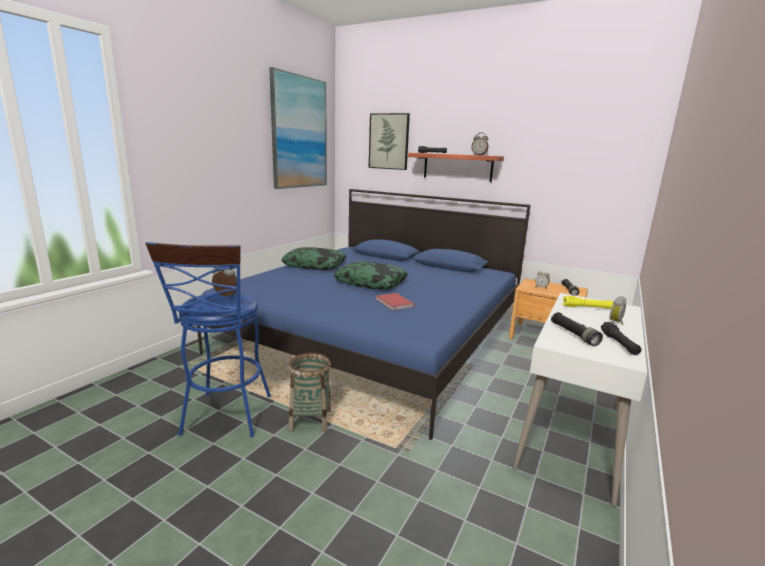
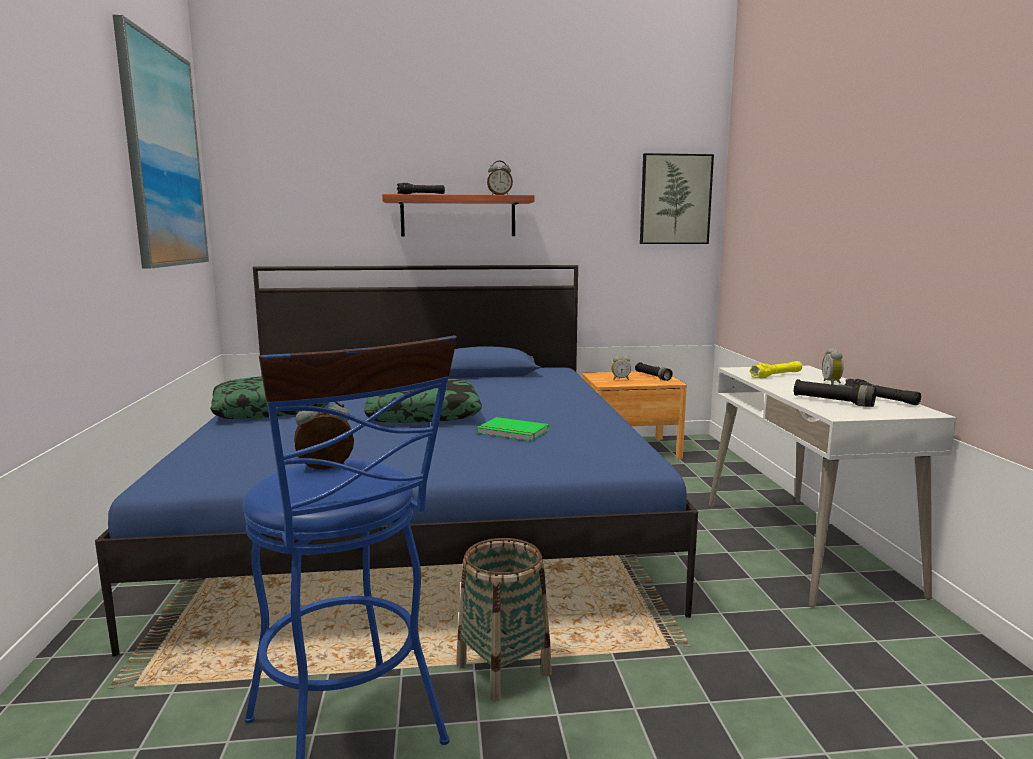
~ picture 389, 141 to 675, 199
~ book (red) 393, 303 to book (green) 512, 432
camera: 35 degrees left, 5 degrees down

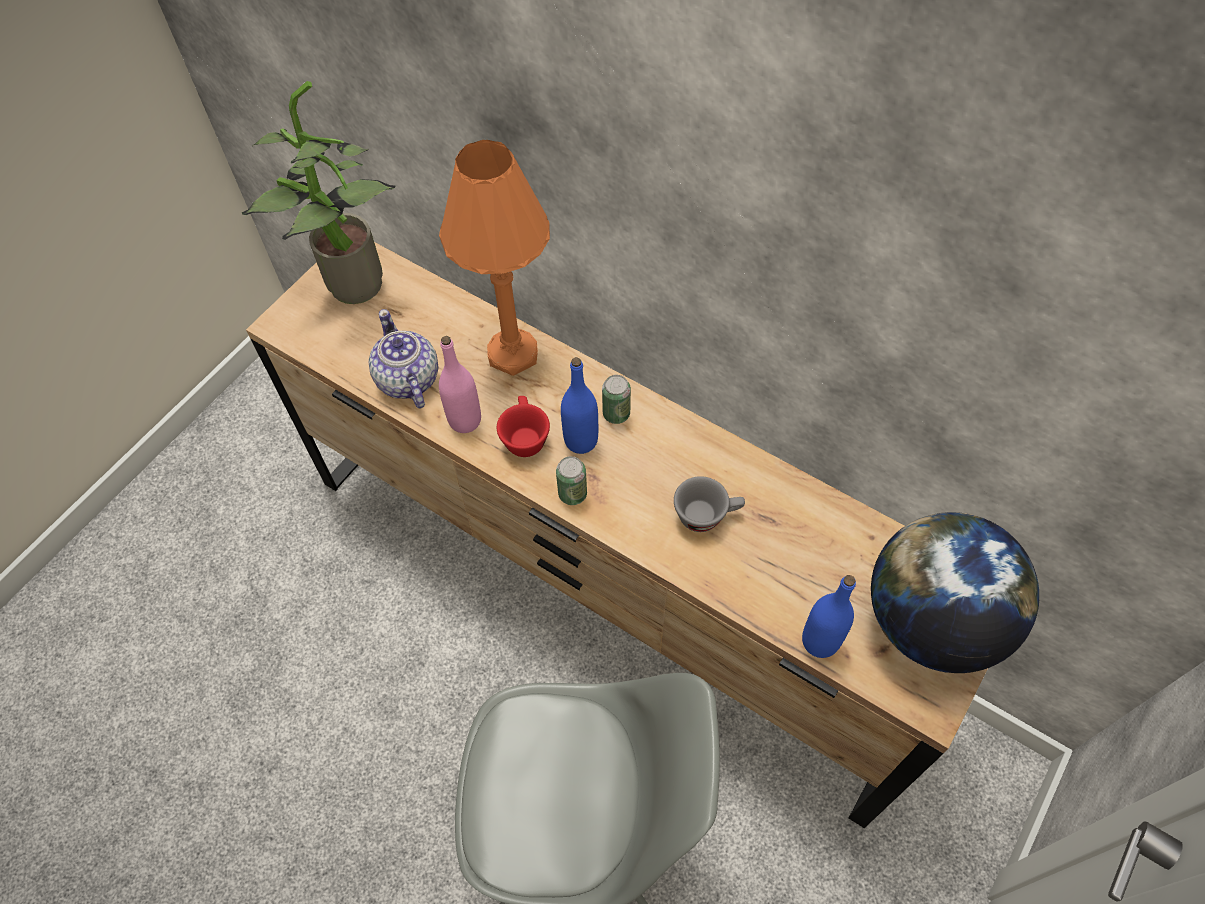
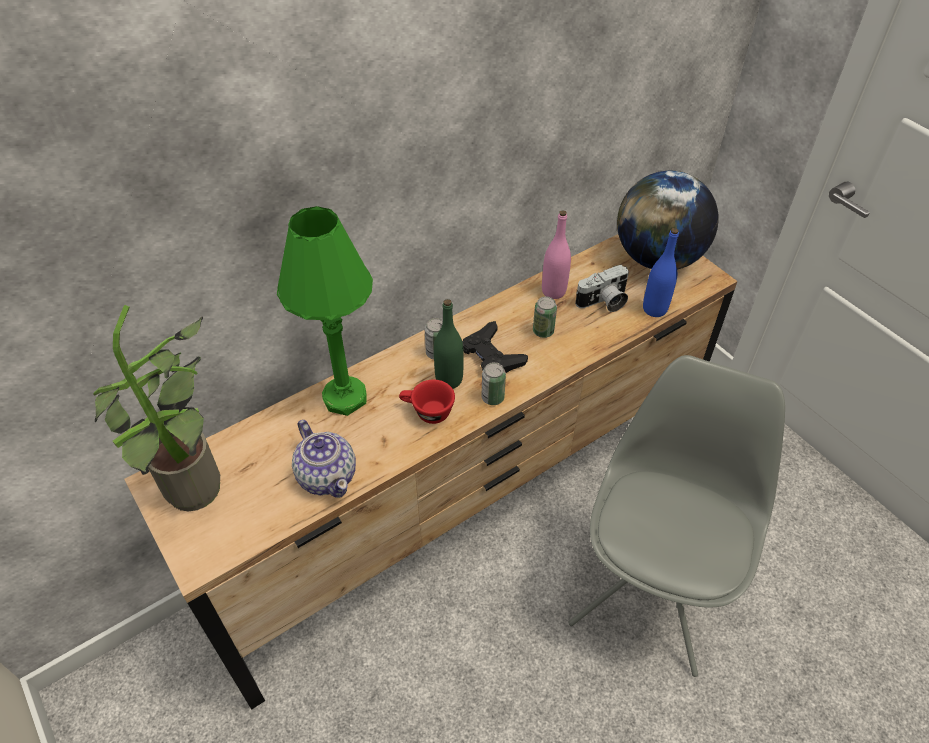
+ game controller (black) 492, 355
+ photo camera 603, 302
~ bottle (pink) 465, 420 to 553, 291
~ cup (grey) 707, 514 to can 543, 331
~ table lamp (orange) 513, 354 to table lamp (green) 345, 398
~ bottle (blue) 581, 440 to bottle (green) 449, 379
~ teapot 407, 380 = 327, 475 120 degrees counterclockwise
camera: 70 degrees left, 10 degrees down

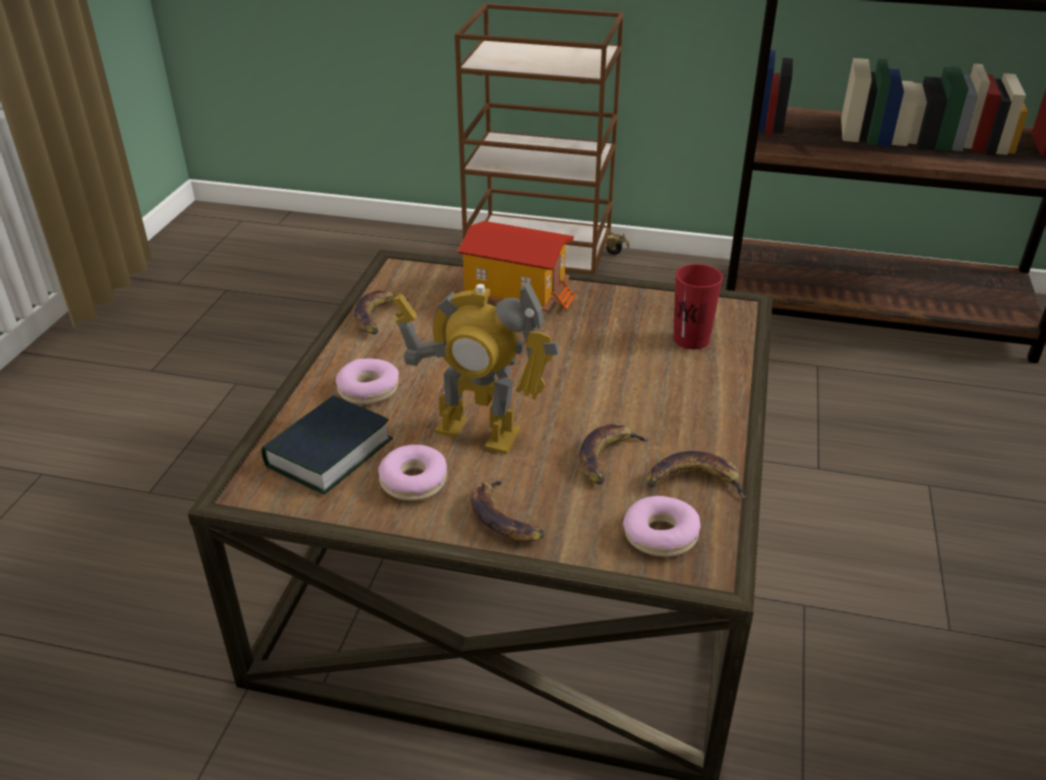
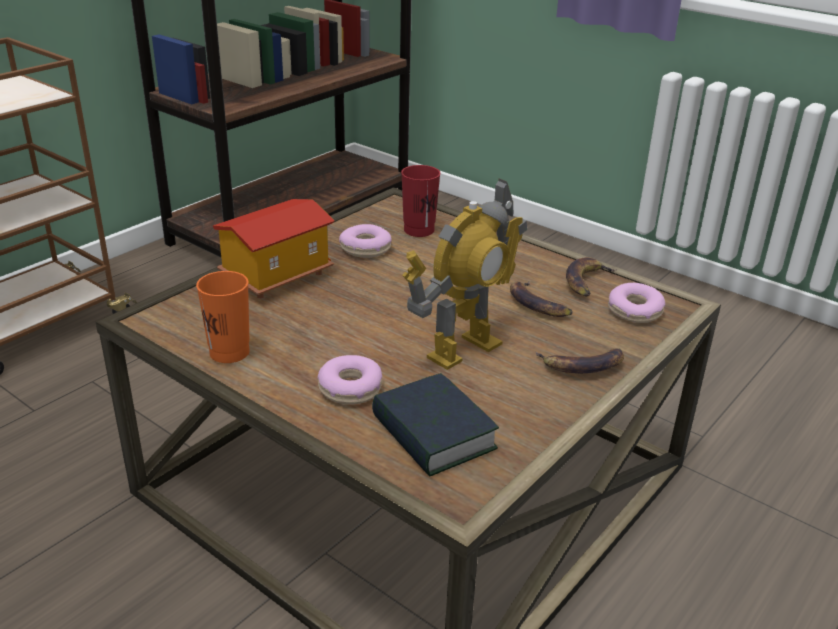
~ donut 414, 481 to 365, 248
~ banana 378, 316 to cup (orange) 229, 352
camera: 65 degrees left, 5 degrees down

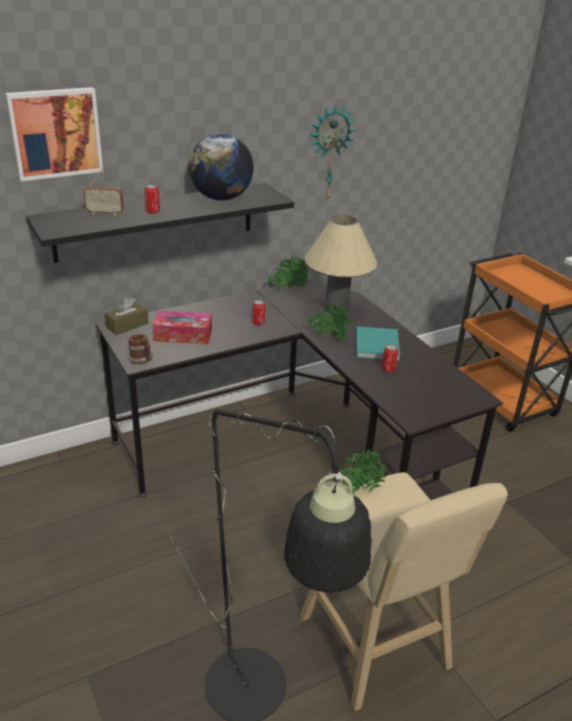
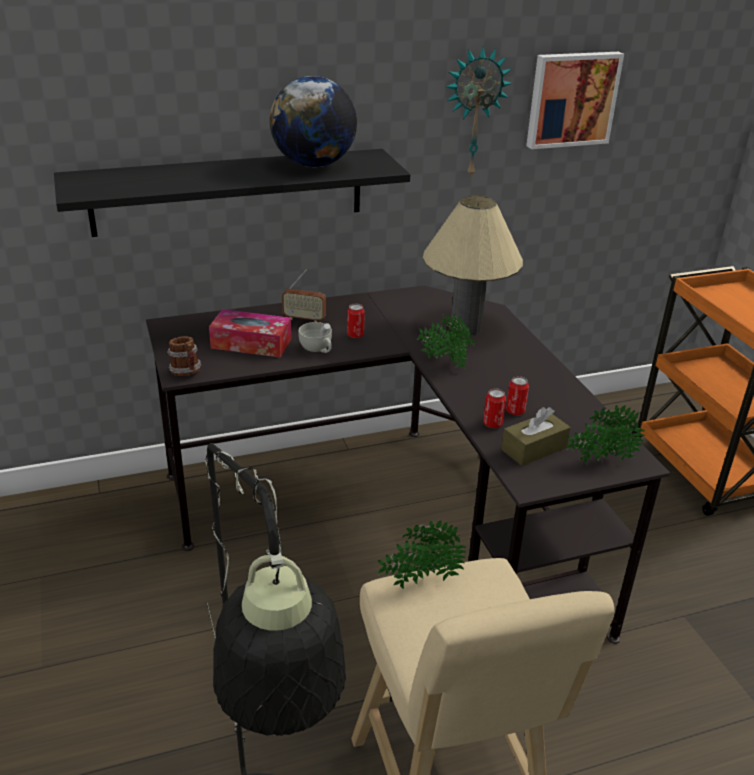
- book (turquoise) 377, 344
+ cup (white) 317, 349
~ picture 55, 133 to 571, 99
~ radio 105, 213 to 304, 319
~ tissue box (brown) 127, 325 to 534, 449
~ can 152, 212 to 492, 424
~ potted plant 287, 289 to 599, 460
camera: 10 degrees right, 0 degrees up

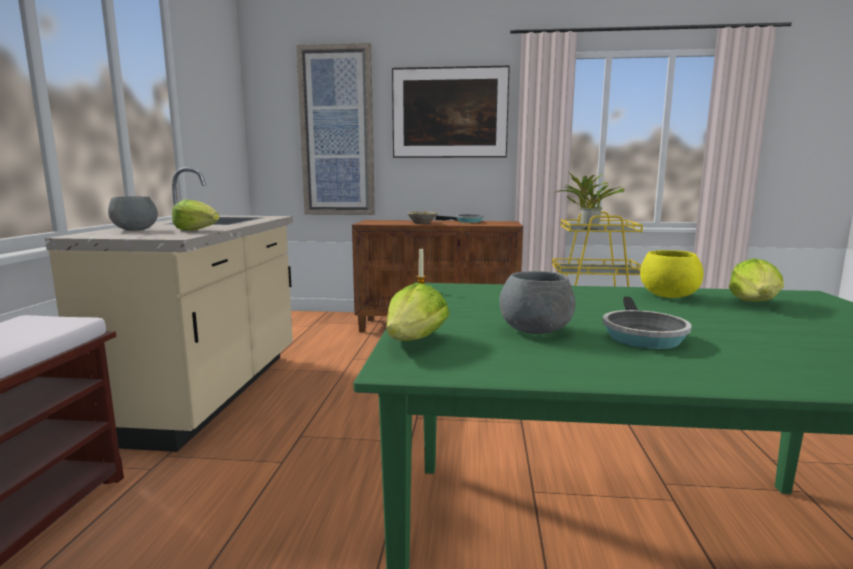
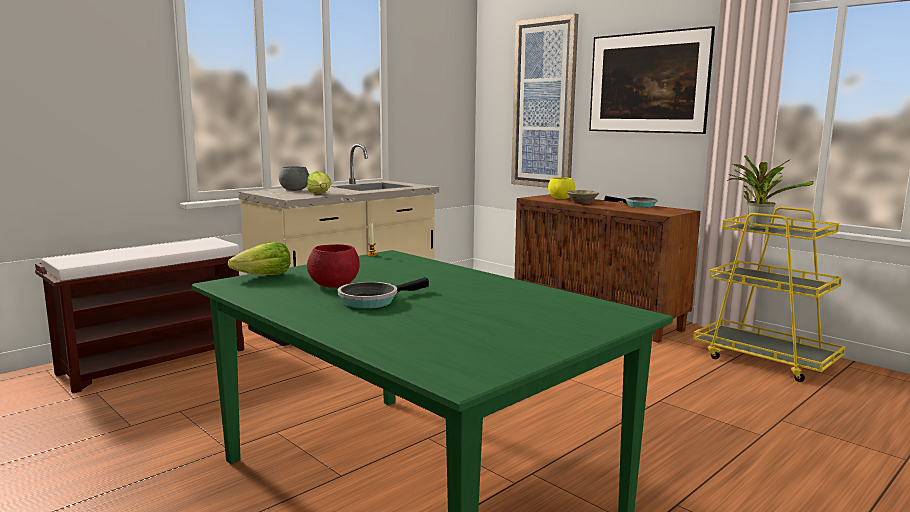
- lettuce 756, 303
~ bowl (yellow) 668, 296 to 561, 198
~ bowl (grey) 536, 331 to bowl (red) 333, 286
camera: 40 degrees right, 0 degrees up

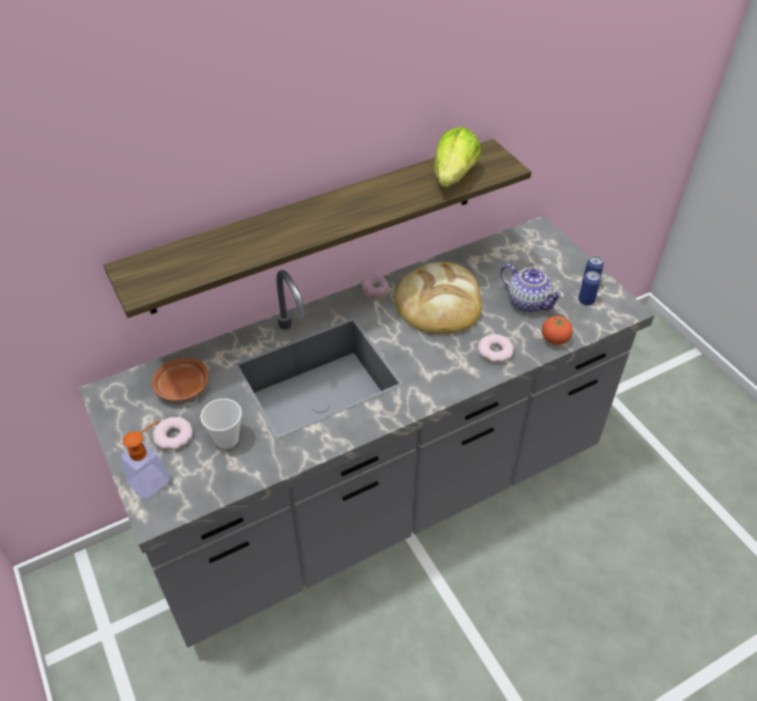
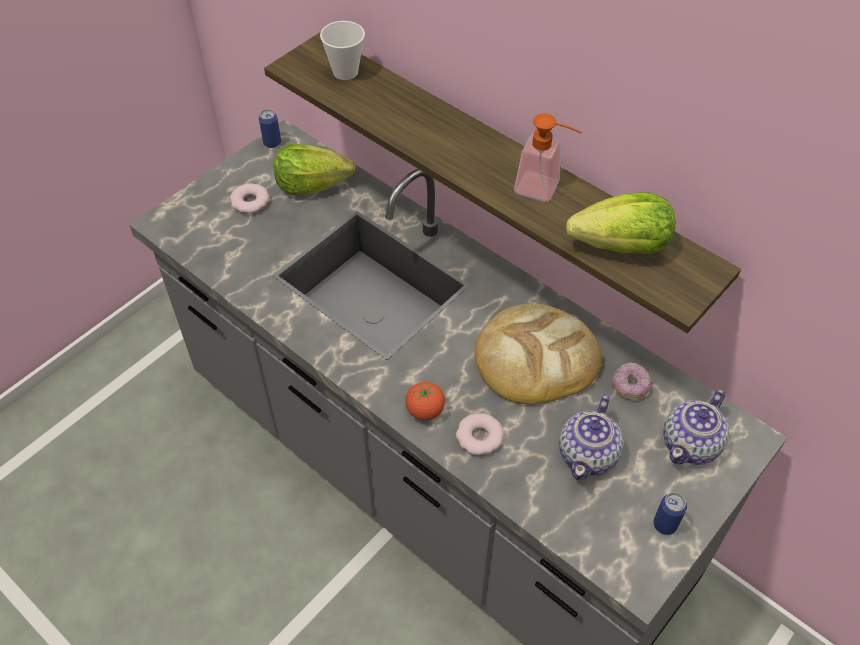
+ teapot 691, 444
~ soap dispenser 155, 477 to 544, 189
~ cup 227, 439 to 345, 72
~ donut 375, 292 to 629, 386
~ tomato 554, 339 to 425, 410
~ can 586, 300 to 272, 143
~ plate (brown) 182, 387 to lettuce 311, 185
camera: 70 degrees right, 5 degrees up

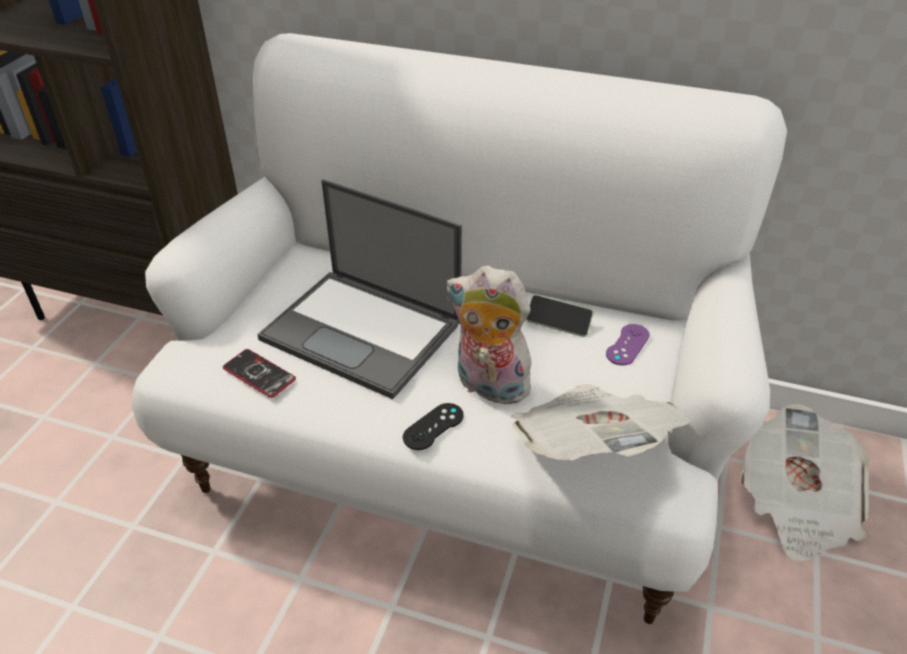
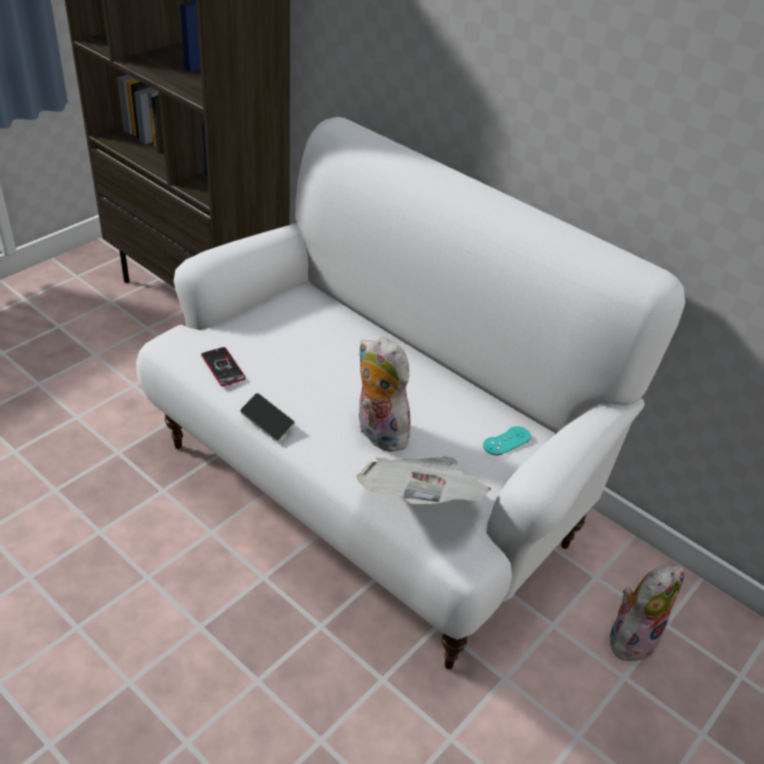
- laptop 364, 331
- game controller (black) 433, 426
~ phone 558, 323 to 267, 423
~ newspaper 796, 505 to plush toy 632, 636
~ game controller (purple) 627, 344 to game controller (turquoise) 506, 441
camera: 20 degrees right, 0 degrees up

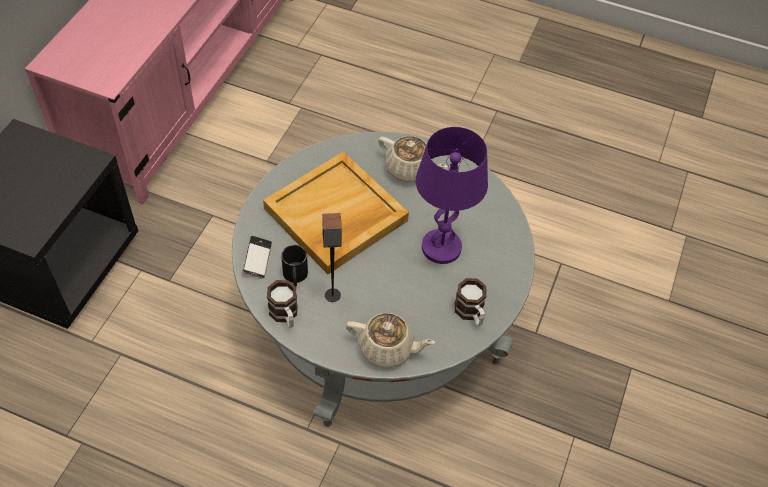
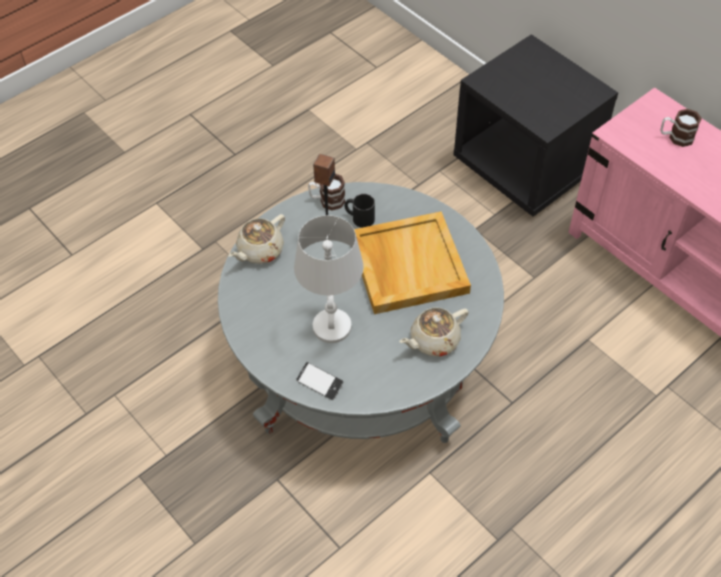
~ phone 257, 259 to 319, 383
~ mug 471, 313 to 676, 137
~ table lamp (purple) 441, 248 to table lamp (white) 331, 326
camera: 120 degrees right, 0 degrees up

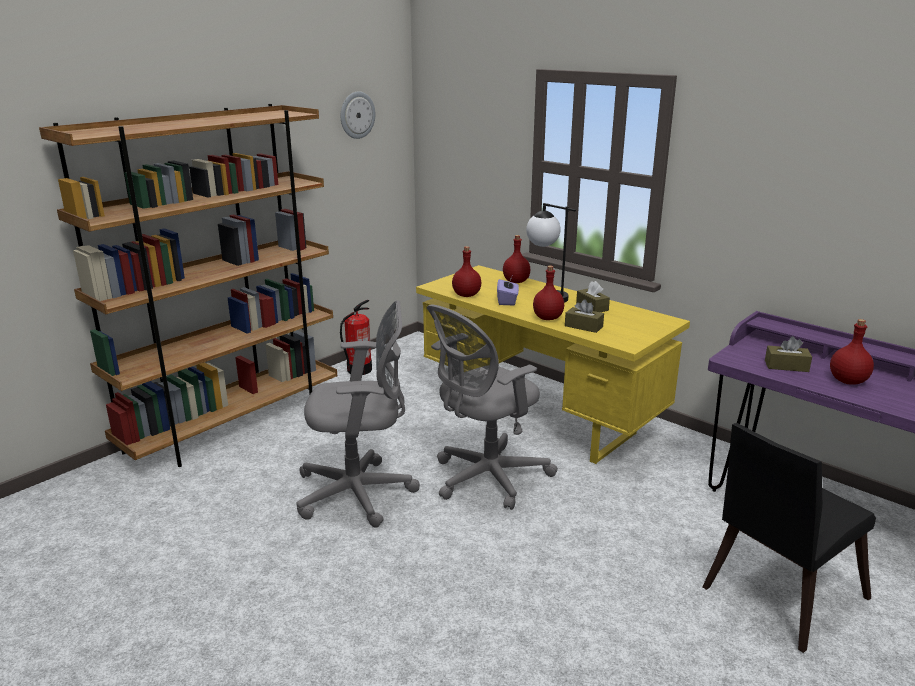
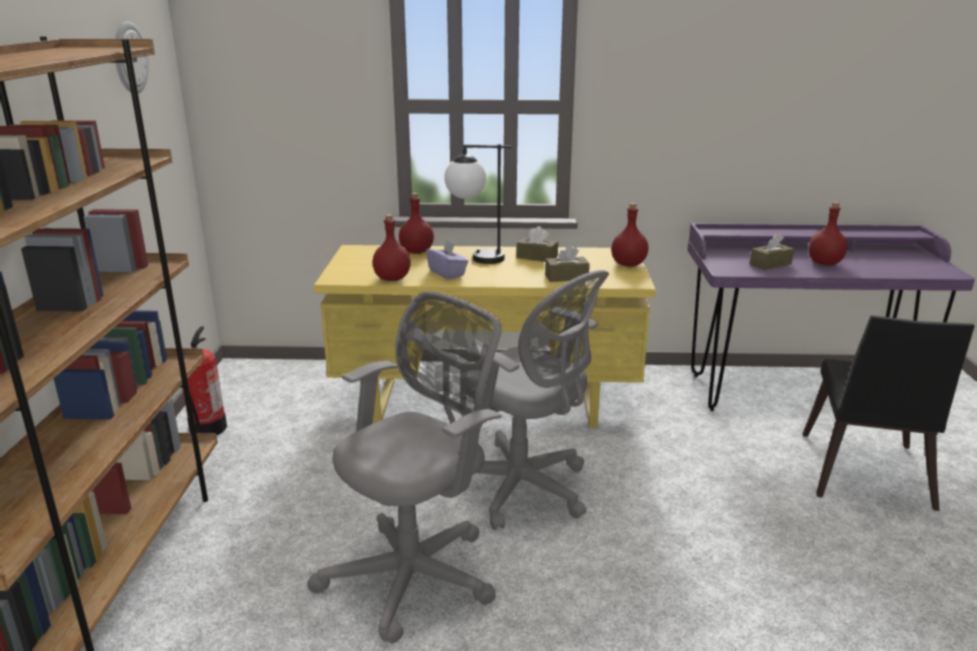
~ bottle (red) 547, 318 to 628, 264
~ office chair (grey) 486, 478 = 524, 489 60 degrees counterclockwise
camera: 40 degrees left, 0 degrees up

